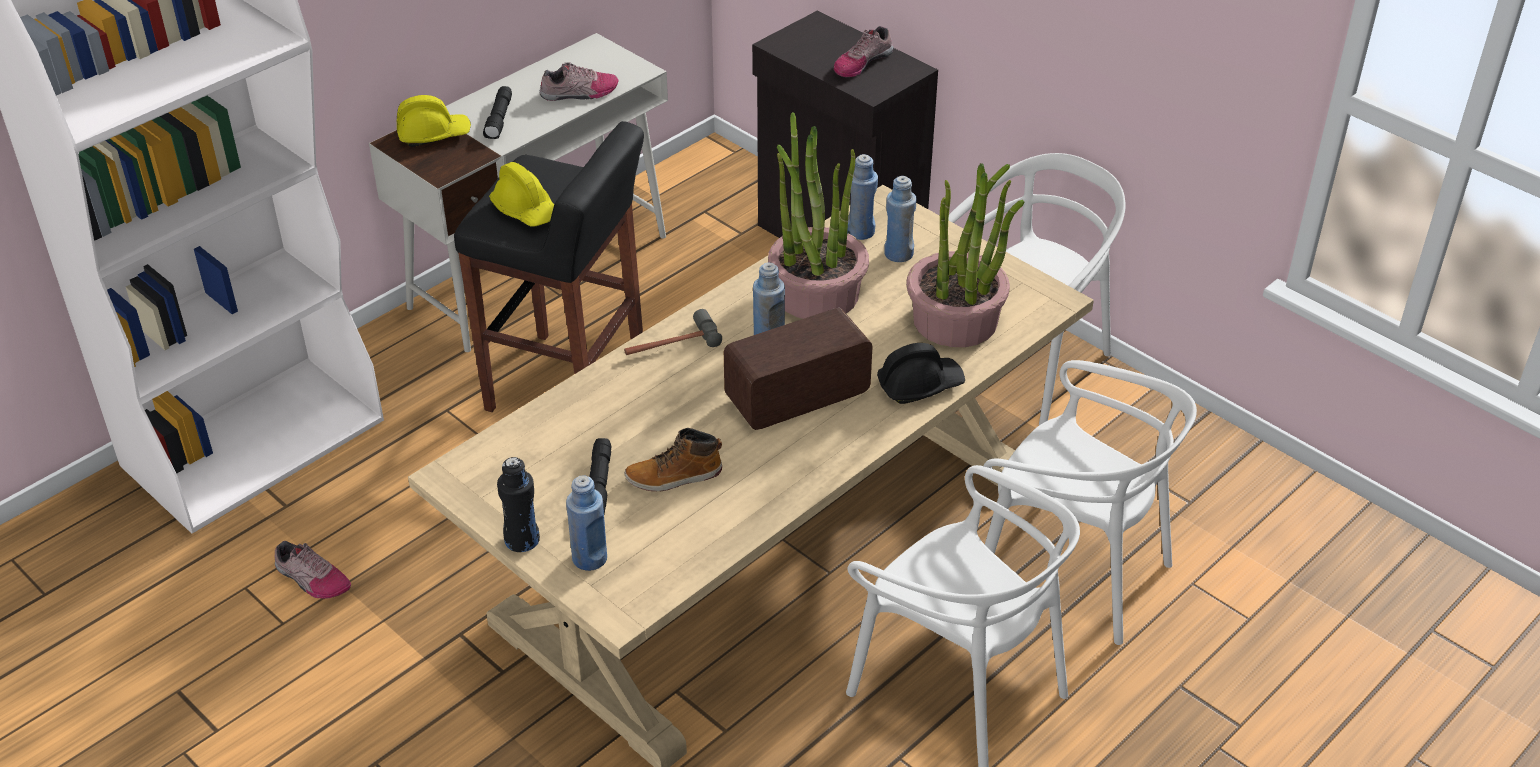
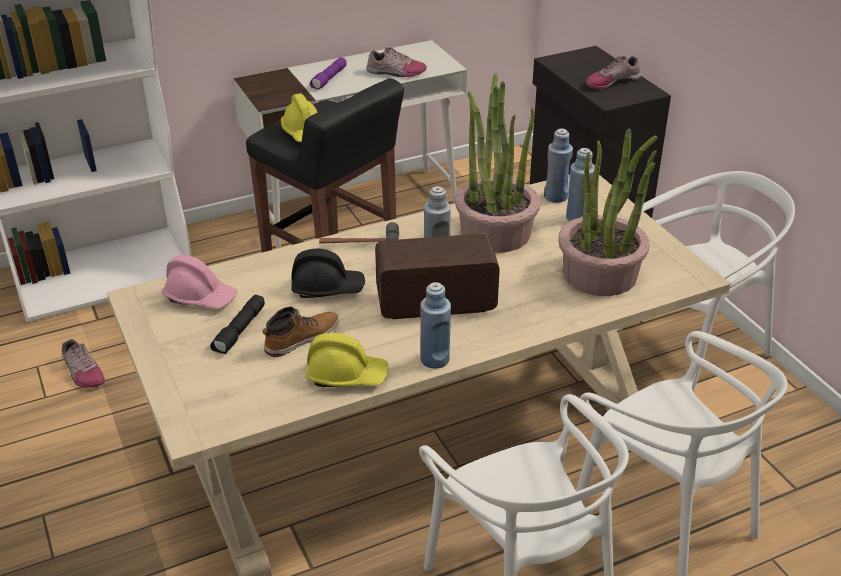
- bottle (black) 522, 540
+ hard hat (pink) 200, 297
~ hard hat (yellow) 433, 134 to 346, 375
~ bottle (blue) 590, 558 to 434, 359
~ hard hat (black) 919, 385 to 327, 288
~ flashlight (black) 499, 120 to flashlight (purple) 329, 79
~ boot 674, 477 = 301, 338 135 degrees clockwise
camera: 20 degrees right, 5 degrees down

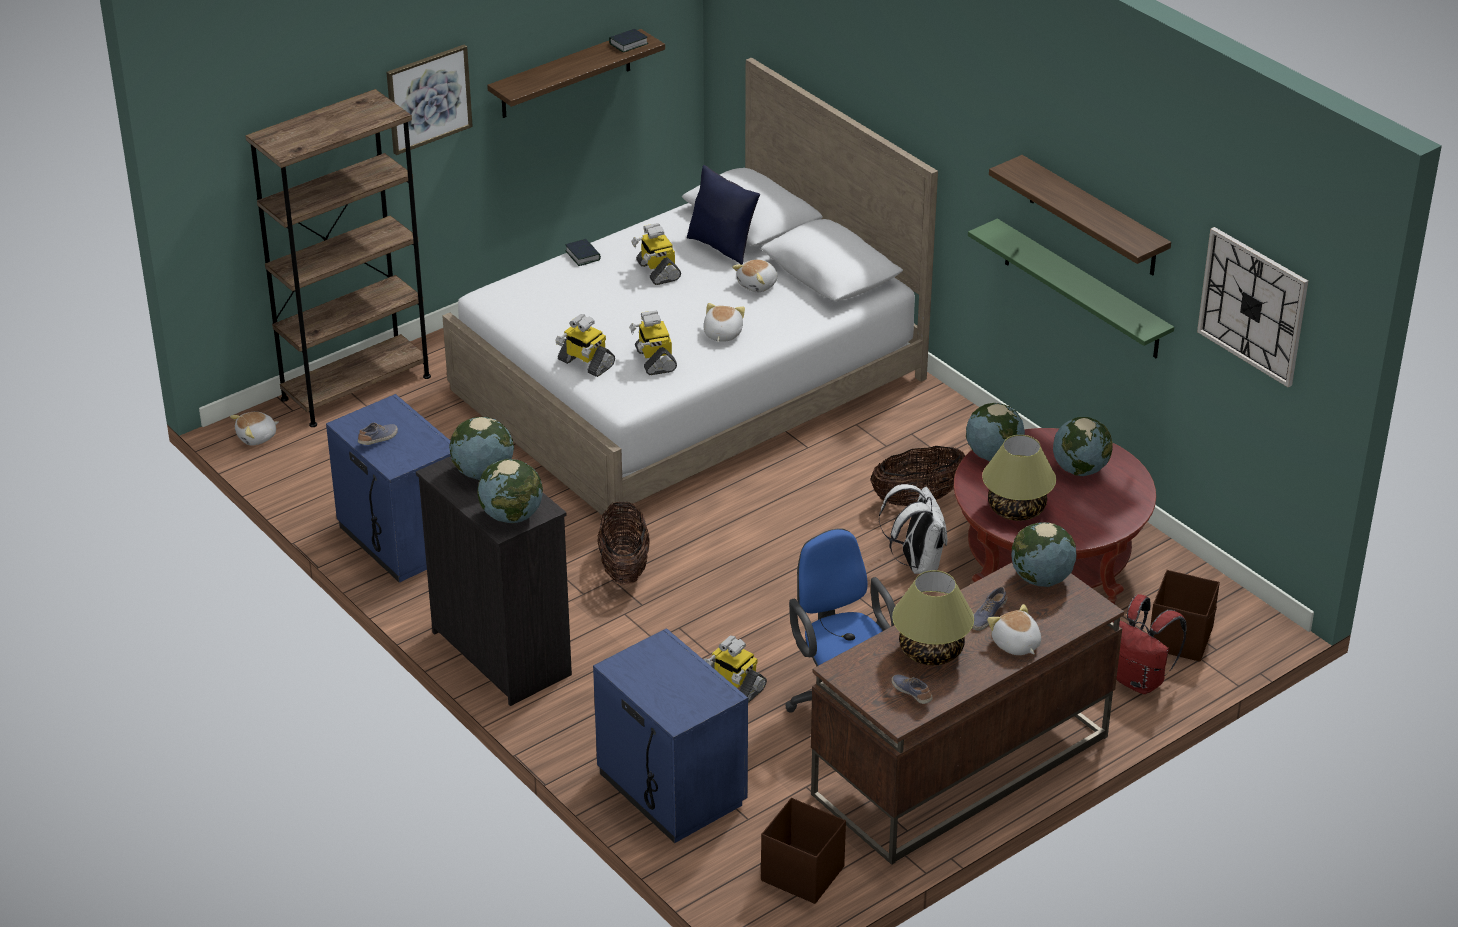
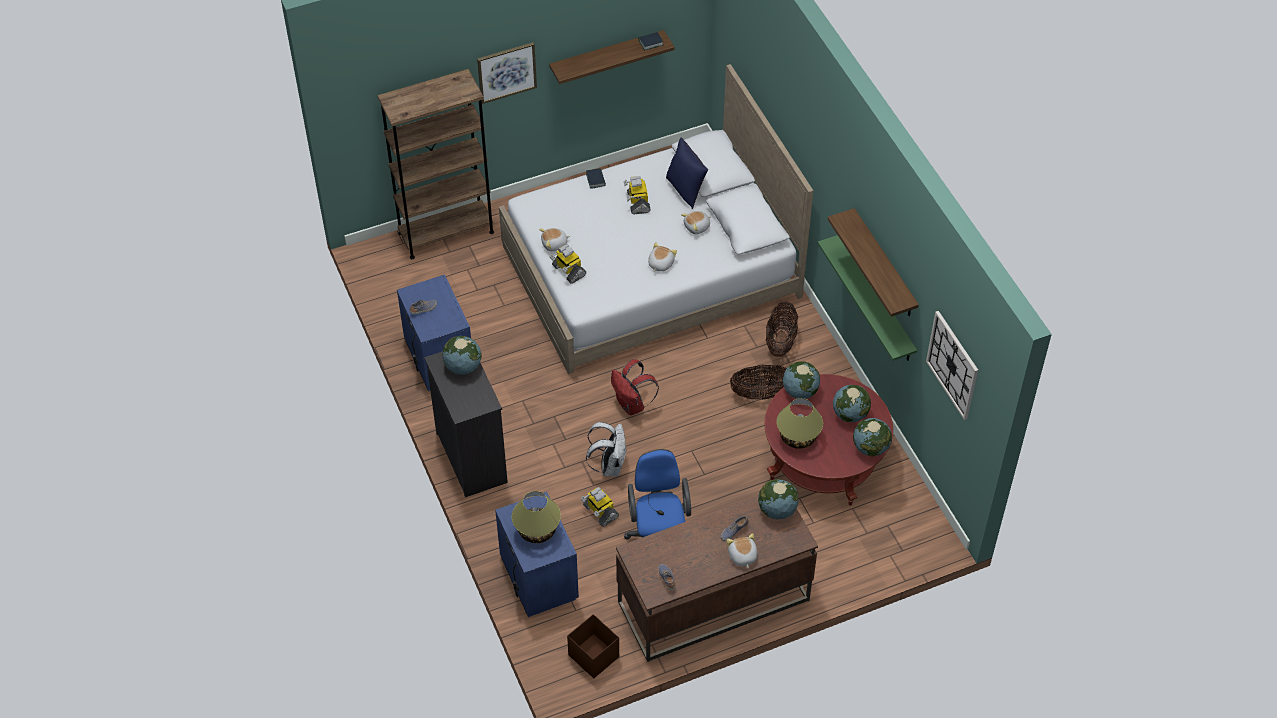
- toy robot 654, 360
- storage box (brown) 1181, 638
~ plush toy 257, 437 to 554, 244
~ globe 512, 516 to 870, 448
~ basket 624, 568 to 780, 341
~ backpack (white) 916, 563 to 609, 466
~ table lamp 931, 651 to 537, 530
~ backpack (red) 1139, 680 to 632, 405
camera: 15 degrees right, 15 degrees up

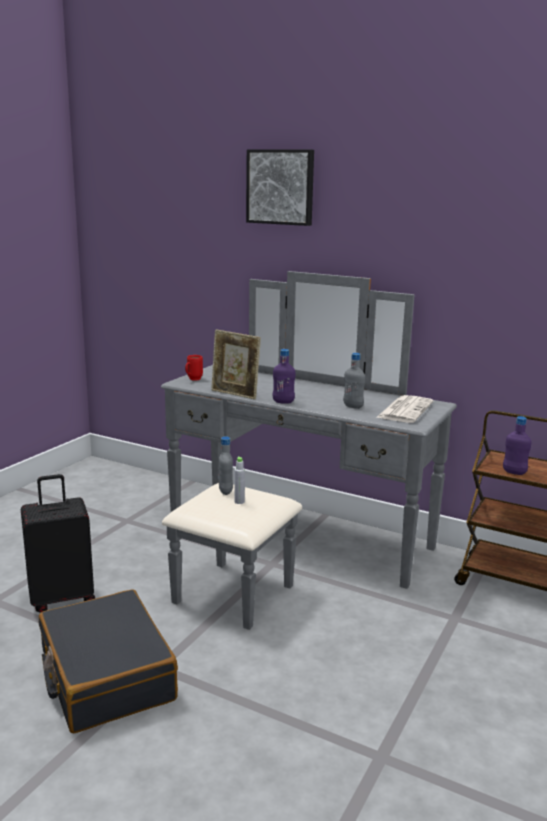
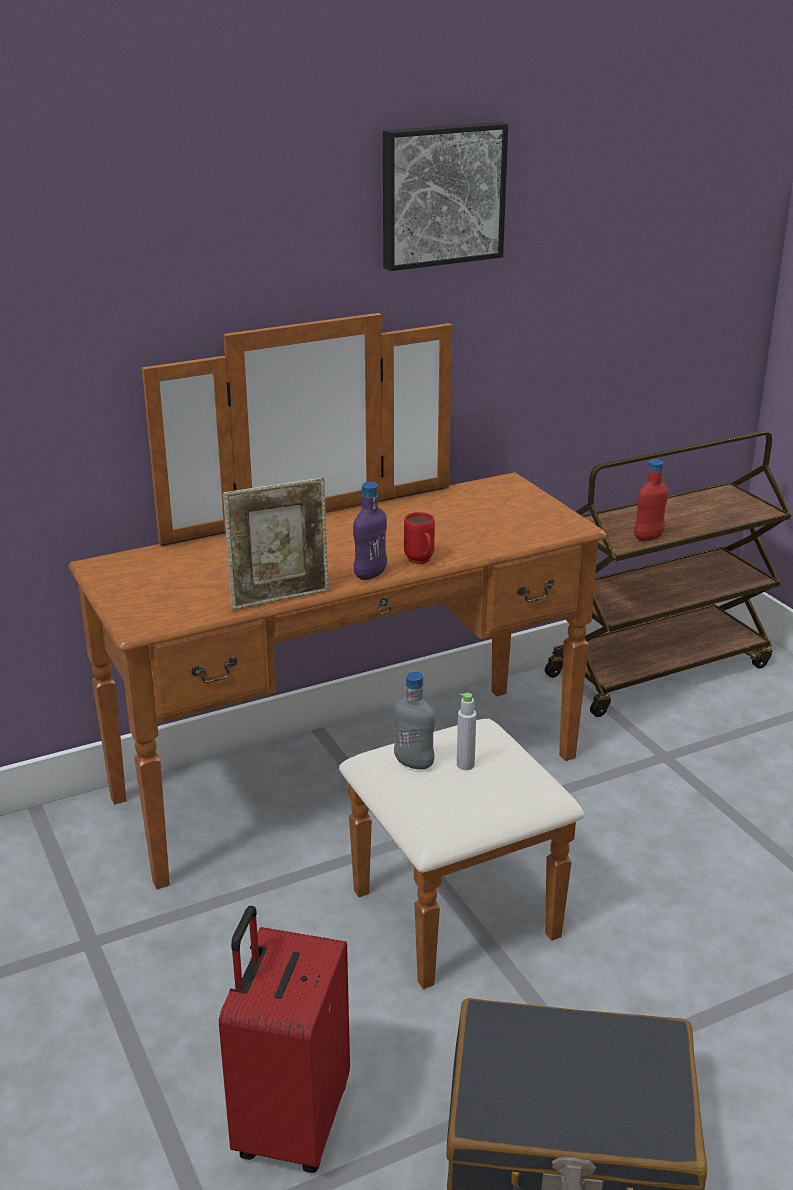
- bottle (grey) 353, 406
- newspaper 405, 410
~ mug (red) 192, 380 to 421, 562
~ picture 281, 187 to 441, 195
~ suitcase (black) 62, 598 to suitcase (red) 290, 1123
~ dresser (grey) 286, 546 to dresser (brown) 372, 805
~ bottle (purple) 514, 472 to bottle (red) 648, 537
camera: 55 degrees left, 10 degrees up

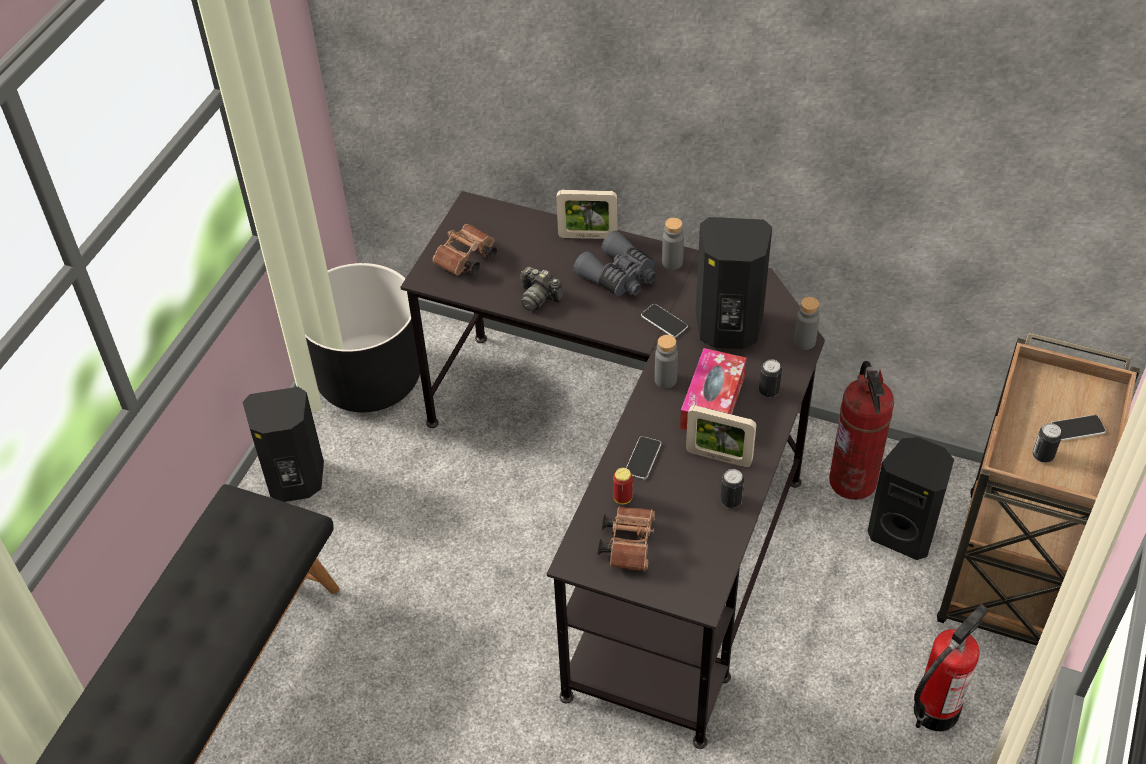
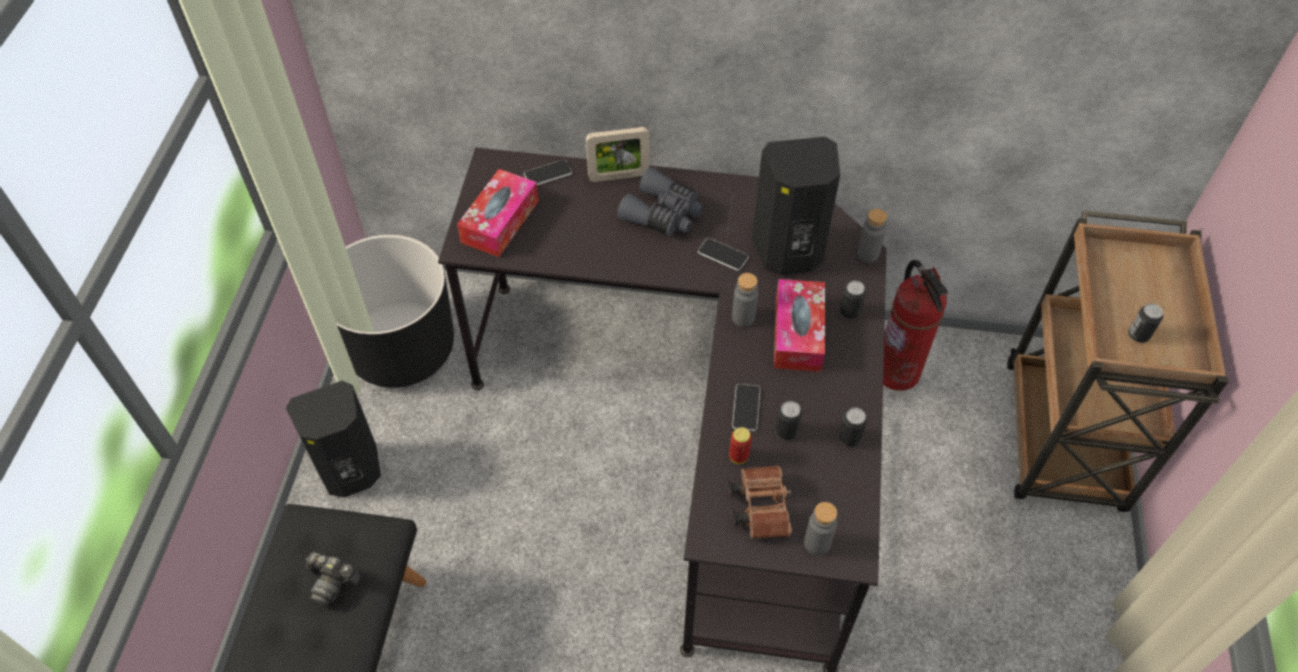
- picture frame 718, 457
- speaker (black) 903, 532
- fire extinguisher 935, 711
+ can 786, 431
~ photo camera 538, 297 to 332, 583
~ bottle (grey) 672, 262 to 817, 543
~ phone 1077, 428 to 548, 174
~ binoculars (brown) 466, 260 to tissue box 500, 221
camera: 15 degrees left, 5 degrees up

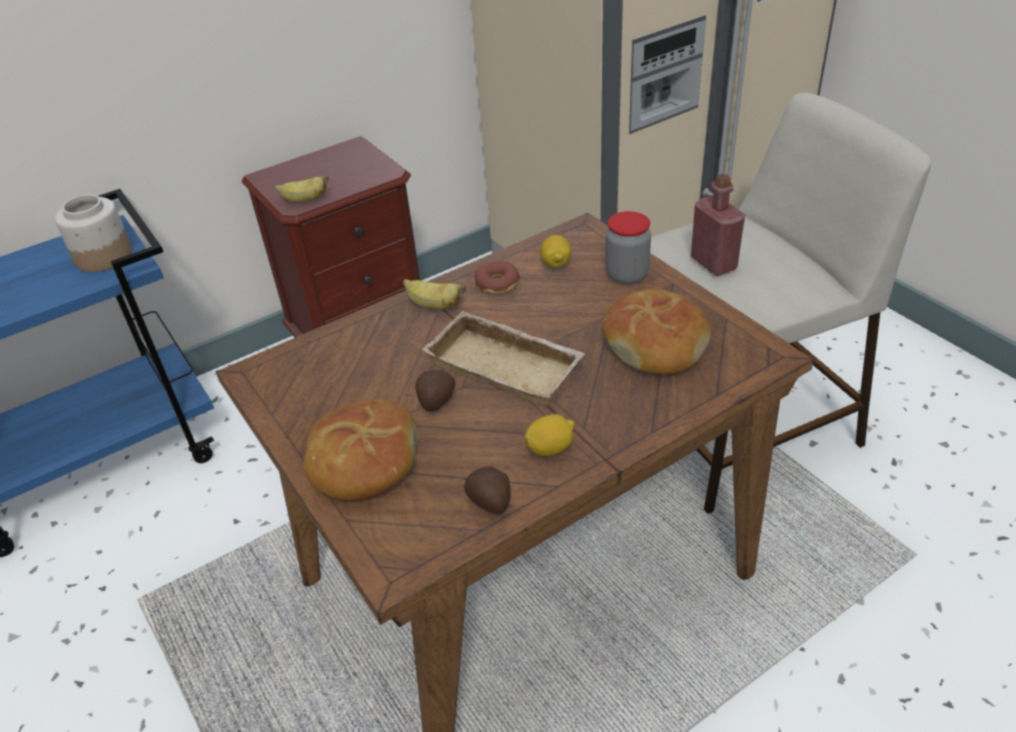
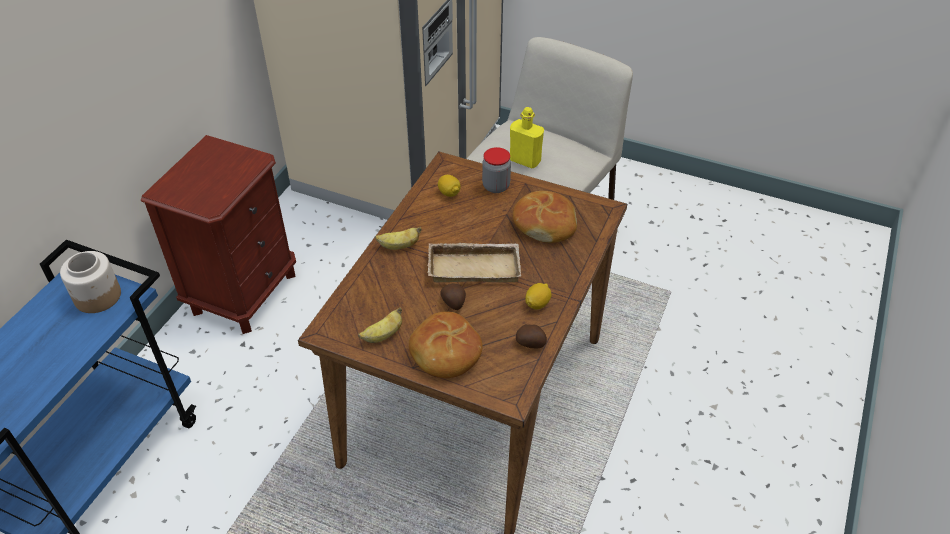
- donut 497, 284
~ banana 304, 200 to 383, 335
~ bottle (red) 713, 263 to bottle (yellow) 525, 160
camera: 35 degrees left, 5 degrees up

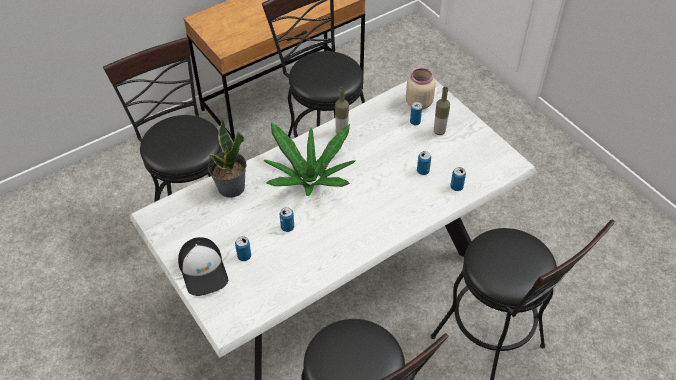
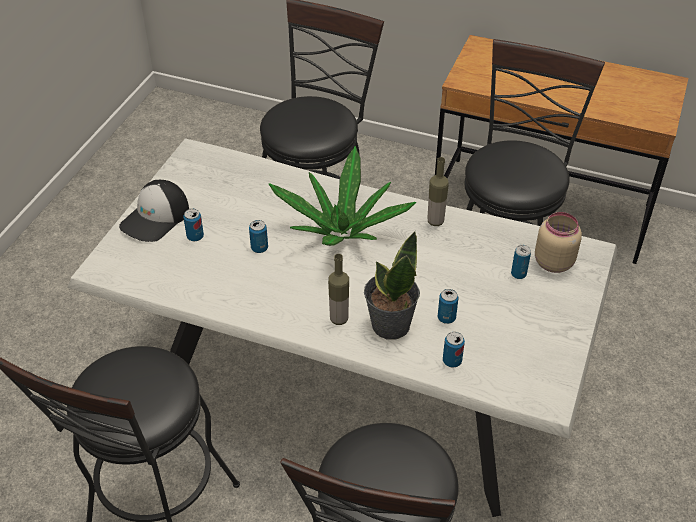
~ potted plant 231, 187 to 390, 325
~ bottle 439, 131 to 339, 319
camera: 55 degrees right, 5 degrees down

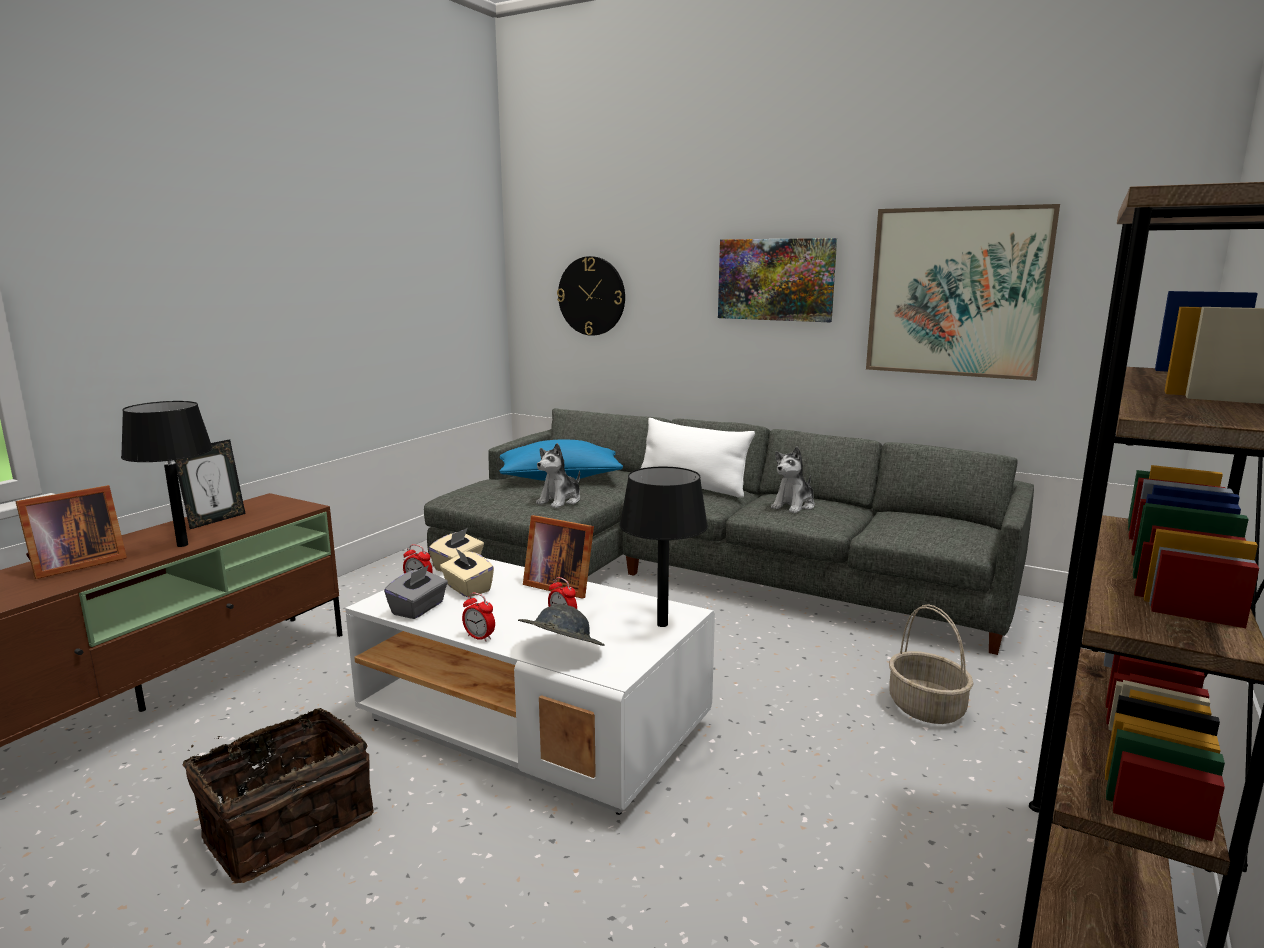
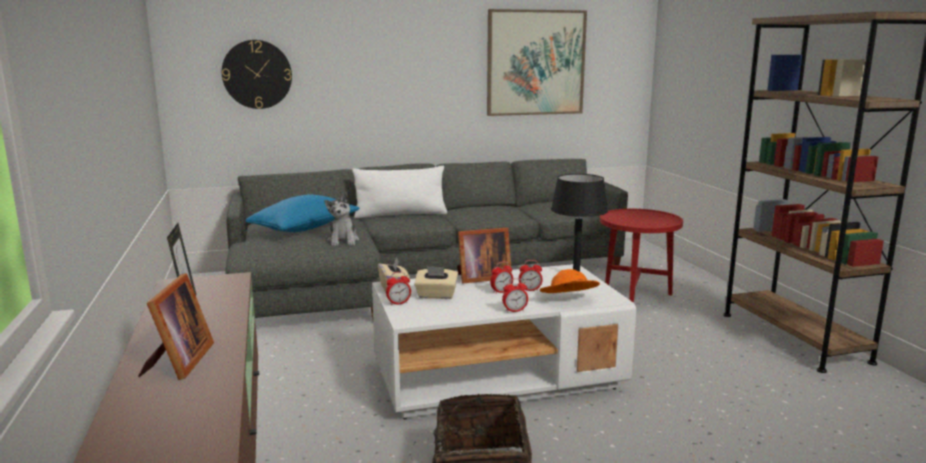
- table lamp (black) 182, 545
- tissue box (grey) 418, 609
- picture 776, 279
- plush toy 794, 506
+ alarm clock 501, 292
~ basket 927, 708 to side table (red) 635, 298
~ hat (grey) 561, 652 to hat (orange) 568, 301
camera: 45 degrees left, 0 degrees up

